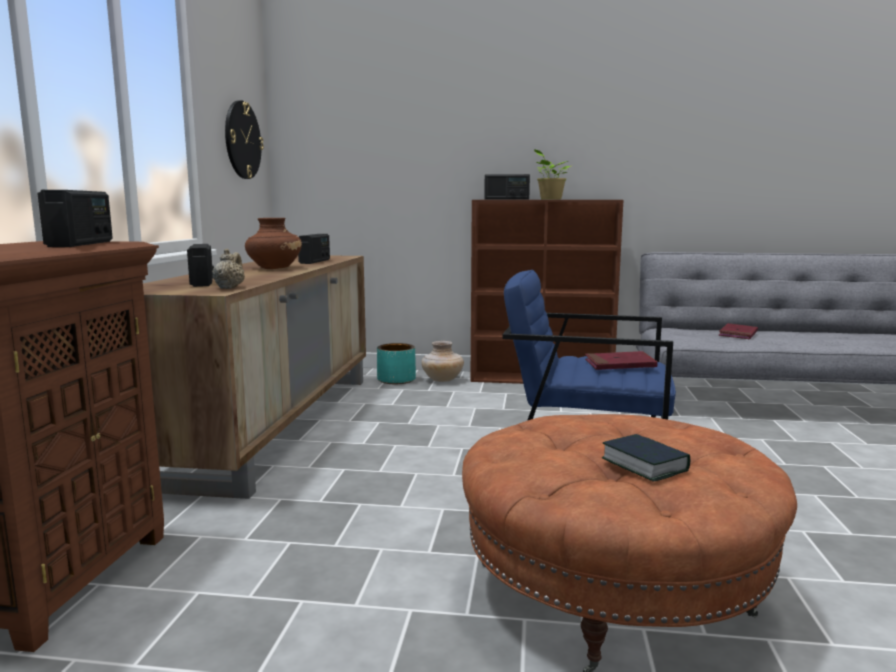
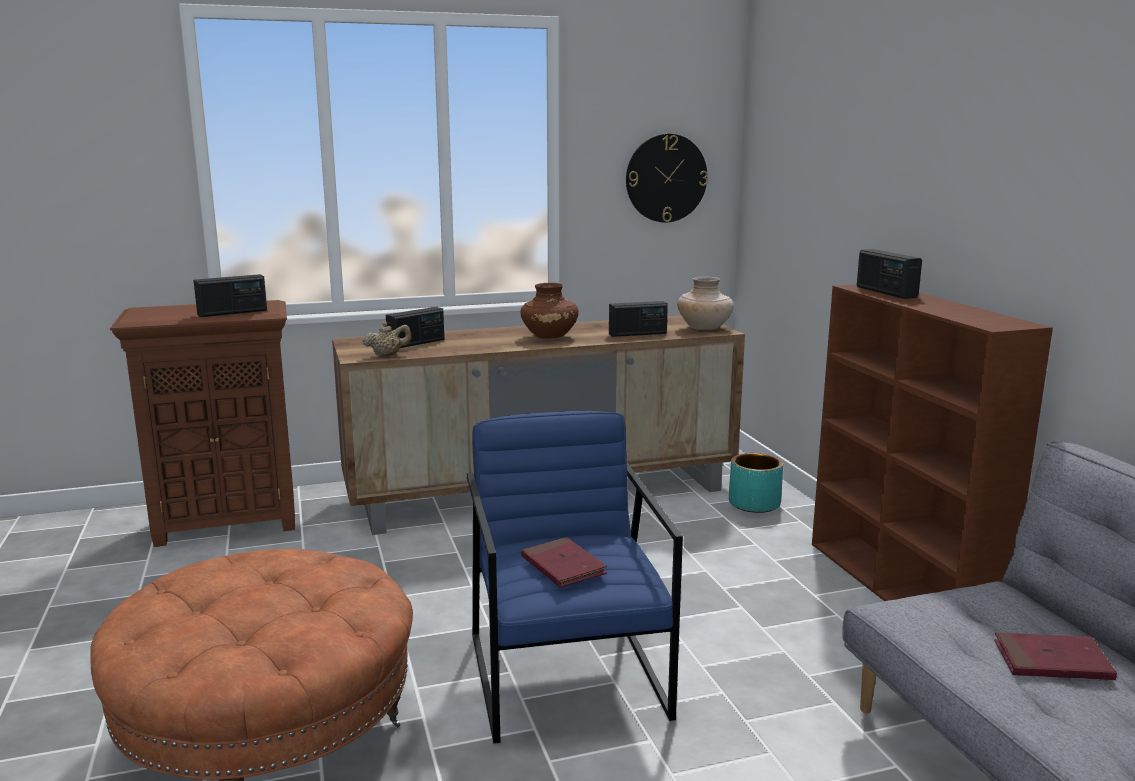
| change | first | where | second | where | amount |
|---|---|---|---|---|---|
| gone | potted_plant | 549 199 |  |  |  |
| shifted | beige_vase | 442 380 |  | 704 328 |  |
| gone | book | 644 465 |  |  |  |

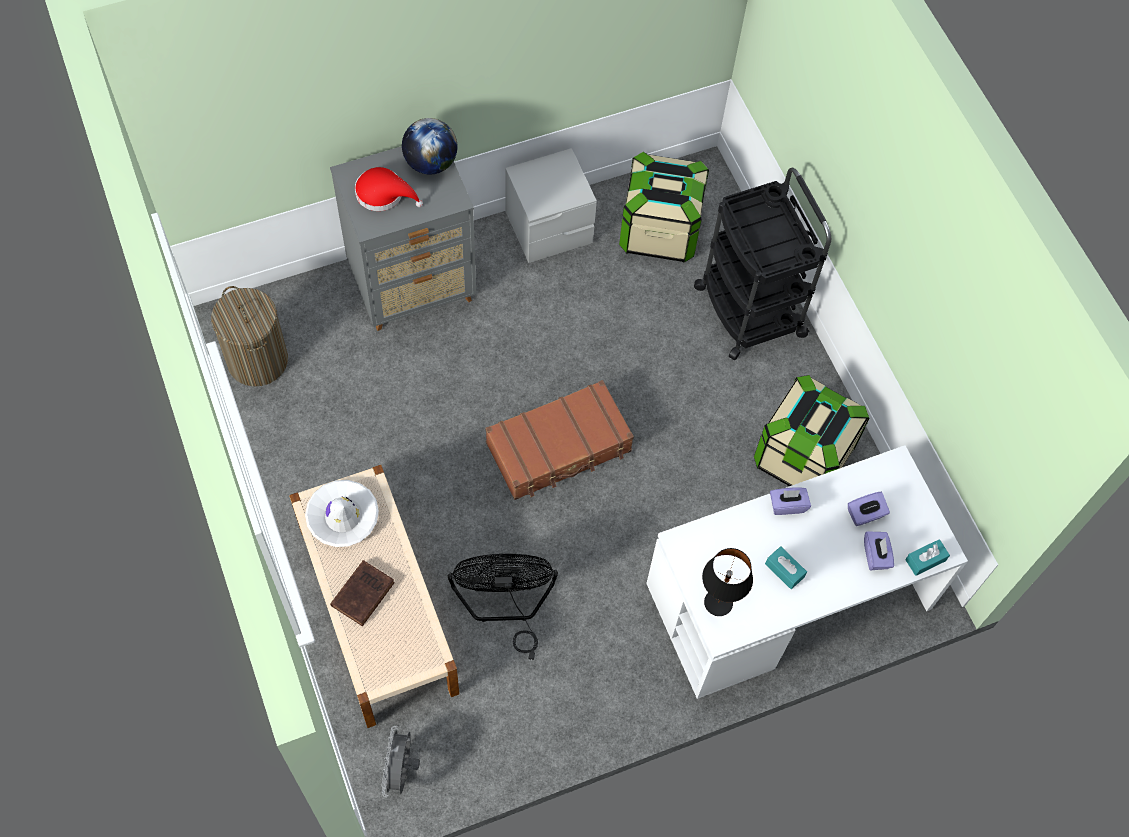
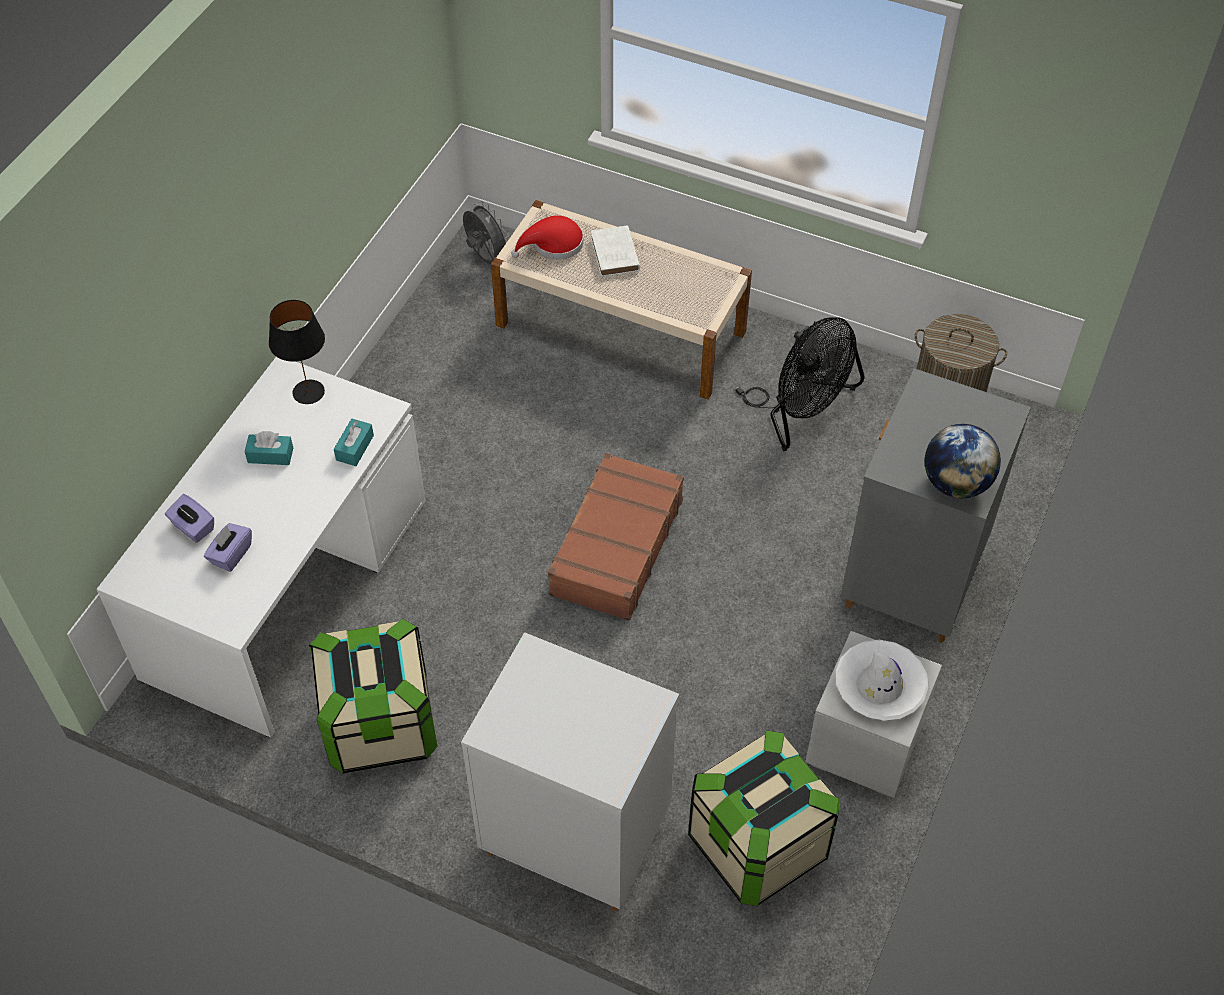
| change | first | where | second | where | amount |
|---|---|---|---|---|---|
| shifted | red_hat | 384 194 |  | 553 245 |  |
| swapped | black_cart | 748 310 | white_dresser | 574 834 |  |
| shifted | white_hat | 342 517 |  | 880 686 |  |
| gone | purple_tissue_box | 787 505 |  |  |  |
| shifted | turquoise_tissue_box | 925 560 |  | 355 448 |  |
| shifted | black_fan | 507 605 |  | 799 409 |  |
| repainted | brown_book | 364 593 | white_book | 615 255 |  |

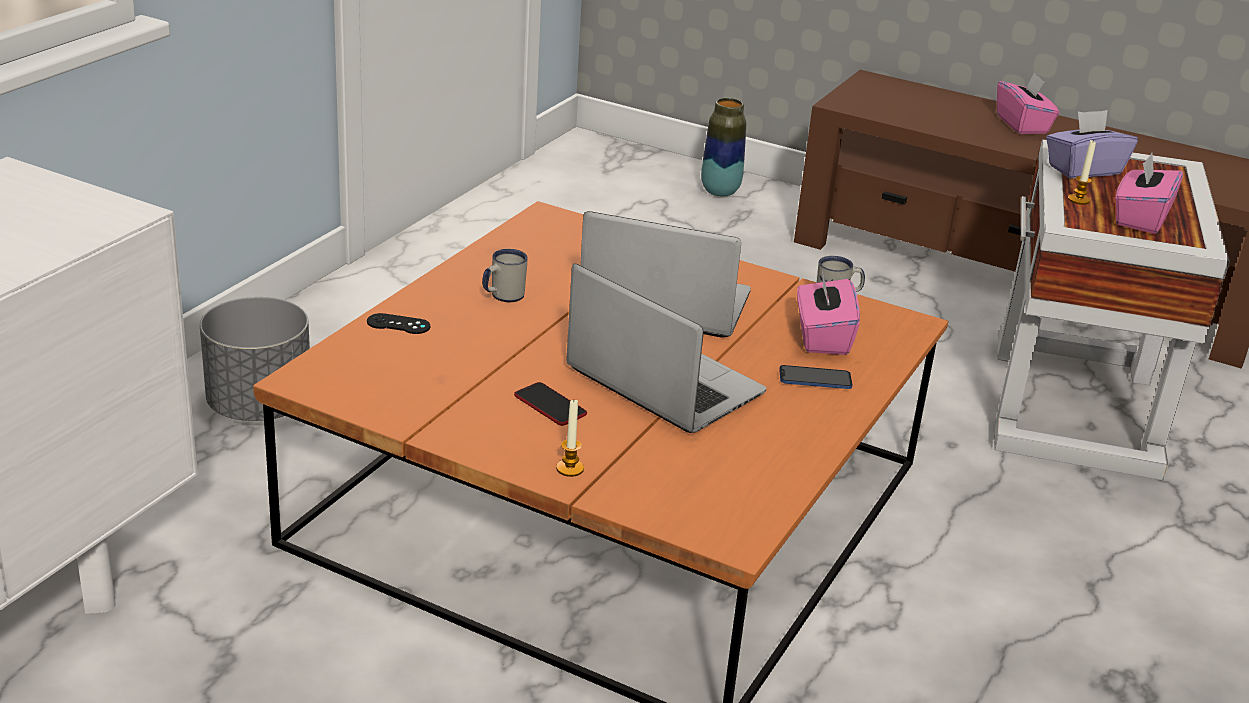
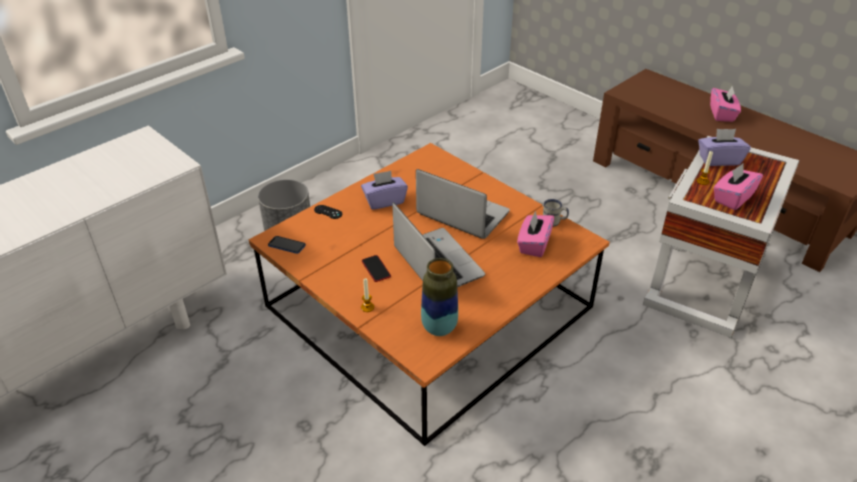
| change | first | where | second | where | amount |
|---|---|---|---|---|---|
| shifted | vase | 720 191 |  | 439 327 |  |
| swapped | white_mug | 502 297 | purple_tissue_box | 384 201 |  |
| shifted | phone | 815 379 |  | 287 245 |  |

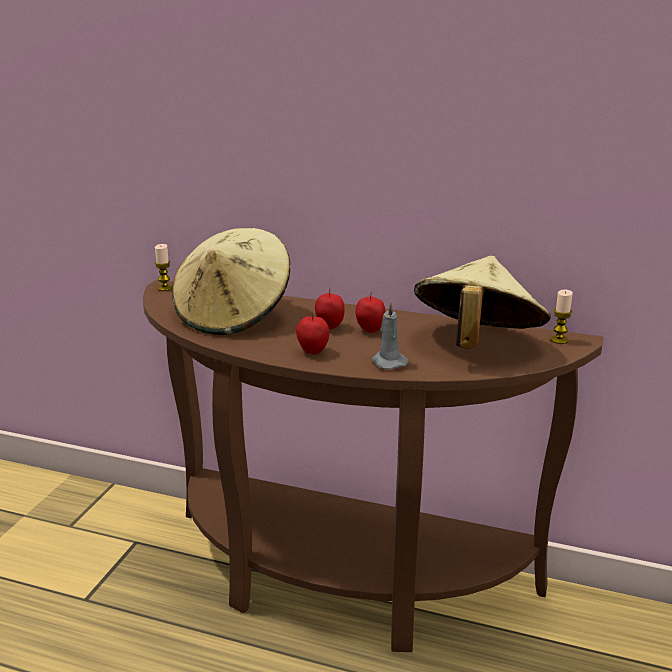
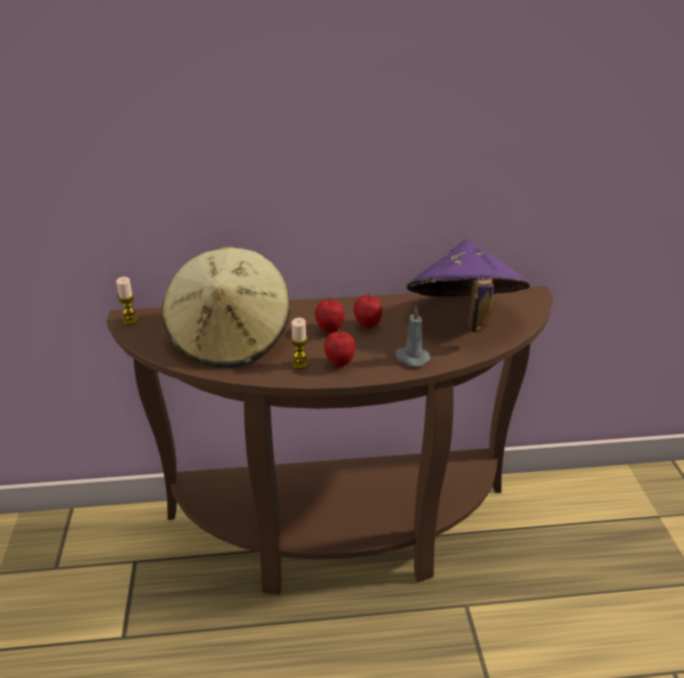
| change | first | where | second | where | amount |
|---|---|---|---|---|---|
| repainted | beige_hat | 476 344 | purple_hat | 463 319 |  |
| shifted | candle | 559 340 |  | 300 364 |  |

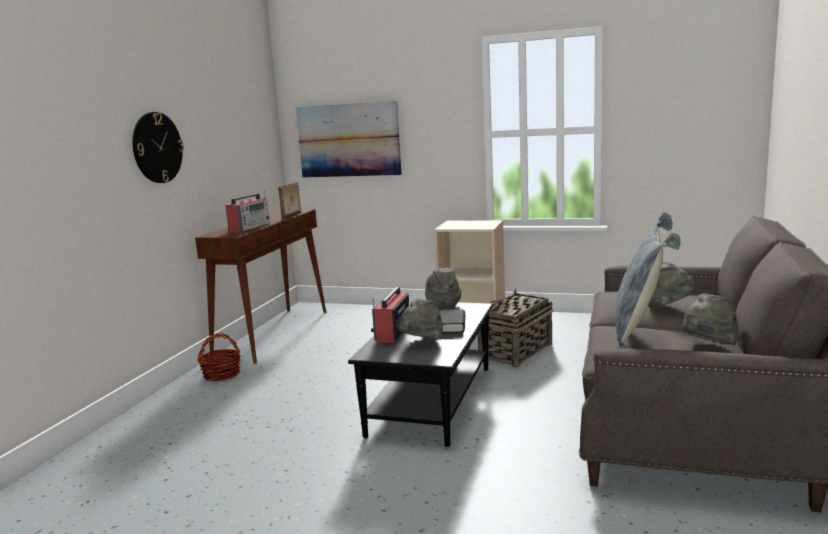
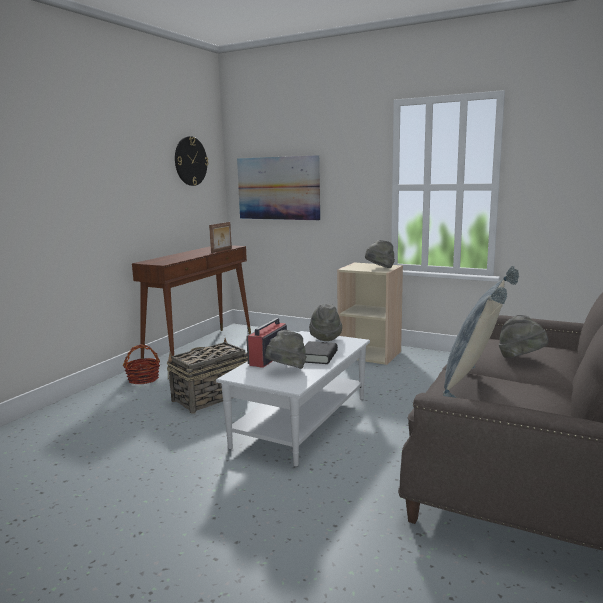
| change | first | where | second | where | amount |
|---|---|---|---|---|---|
| shifted | wall_clock | 157 147 |  | 190 161 |  |
| gone | radio | 250 227 |  |  |  |
| shifted | basket | 515 352 |  | 210 397 |  |
| shifted | grey_hat | 708 347 |  | 379 269 |  |
| repainted | black_coffee_table | 431 401 | white_coffee_table | 301 422 |  |

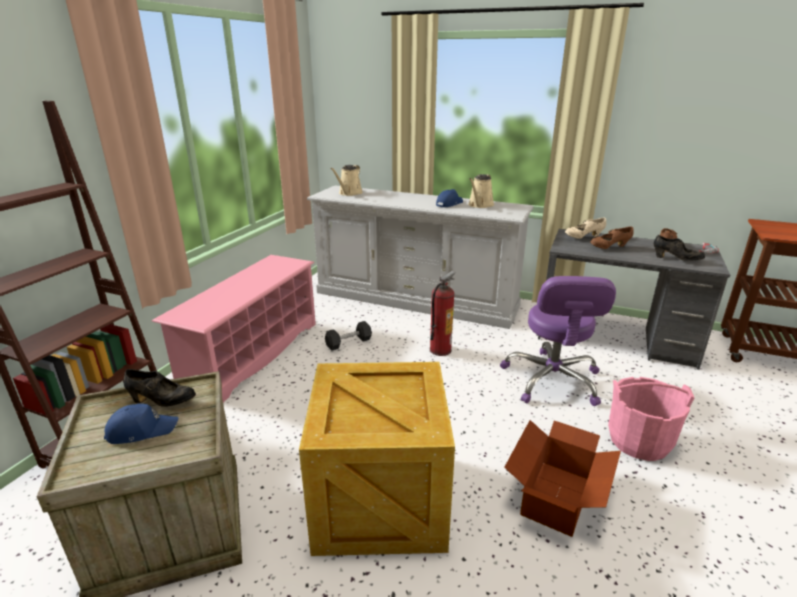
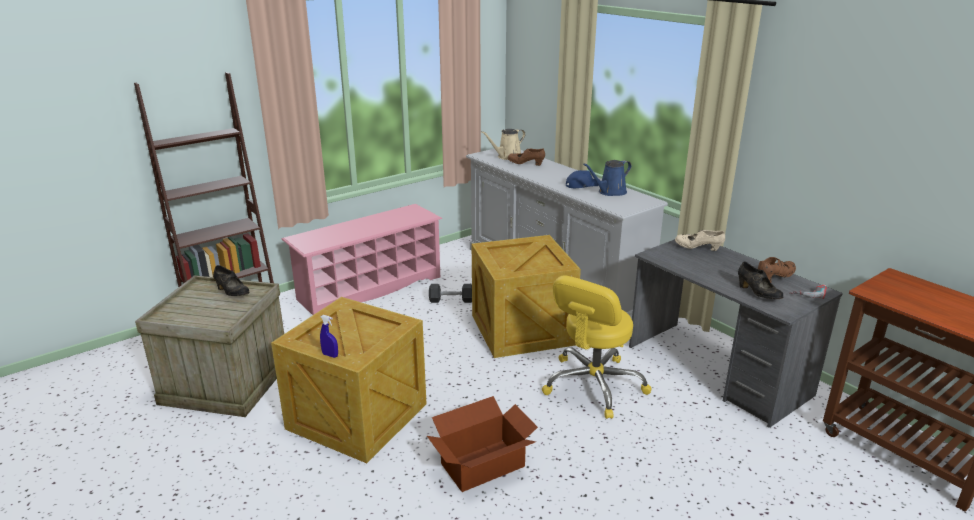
| change | first | where | second | where | amount |
|---|---|---|---|---|---|
| repainted | beige_watering_can | 480 205 | blue_watering_can | 610 192 |  |
| shifted | brown_shoe | 609 247 |  | 526 164 |  |
| swapped | fire_extinguisher | 440 350 | crate | 522 329 |  |
| repainted | purple_office_chair | 552 383 | yellow_office_chair | 592 388 |  |
| gone | pink_bucket | 639 441 |  |  |  |
| gone | blue_cap | 141 430 |  |  |  |
| new |  |  | blue_spray_bottle | 330 355 |  |

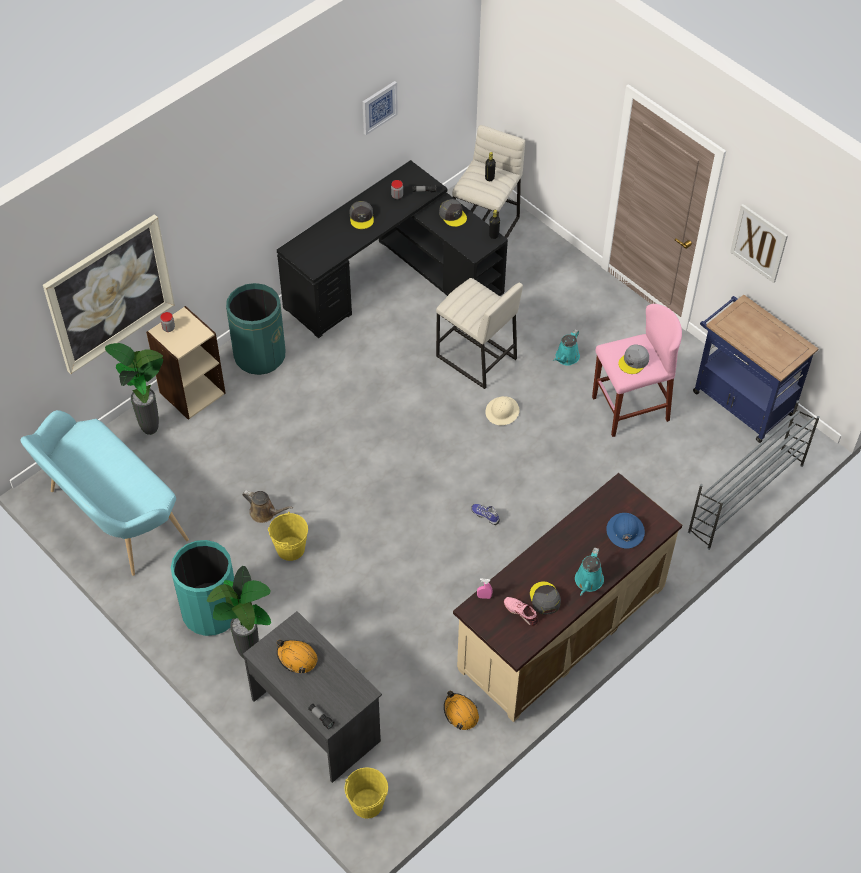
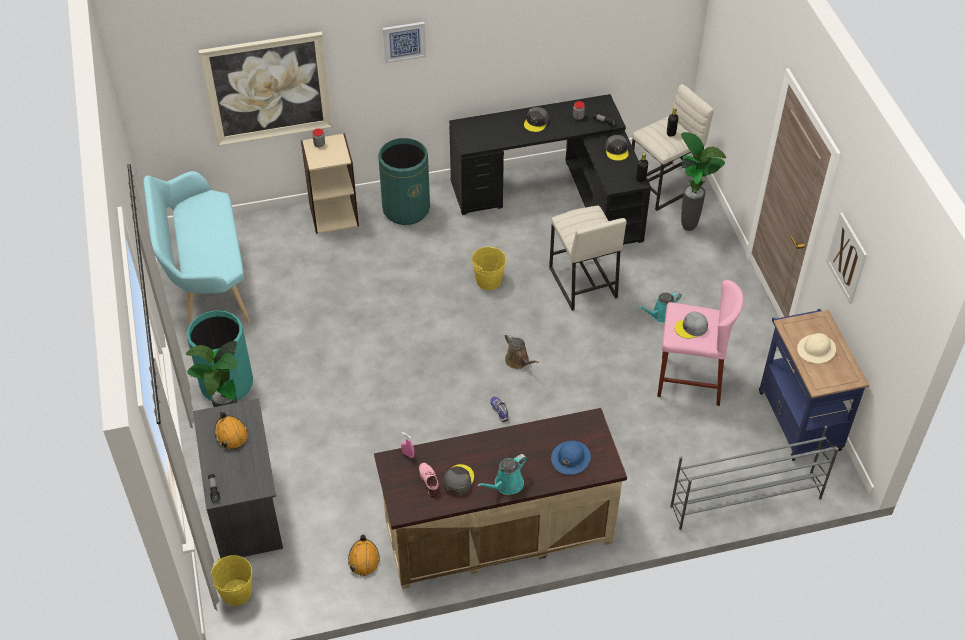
| change | first | where | second | where | amount |
|---|---|---|---|---|---|
| shifted | picture | 379 107 |  | 404 41 |  |
| shifted | potted_plant | 149 429 |  | 688 226 |  |
| shifted | beige_hard_hat | 502 411 |  | 816 350 |  |
| shifted | brown_watering_can | 265 513 |  | 518 361 |  |
| shifted | yellow_bucket | 290 548 |  | 488 281 |  |

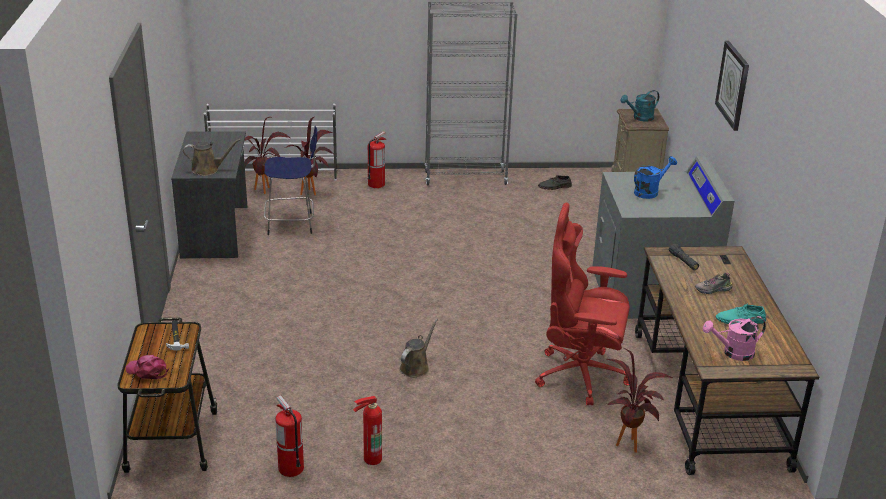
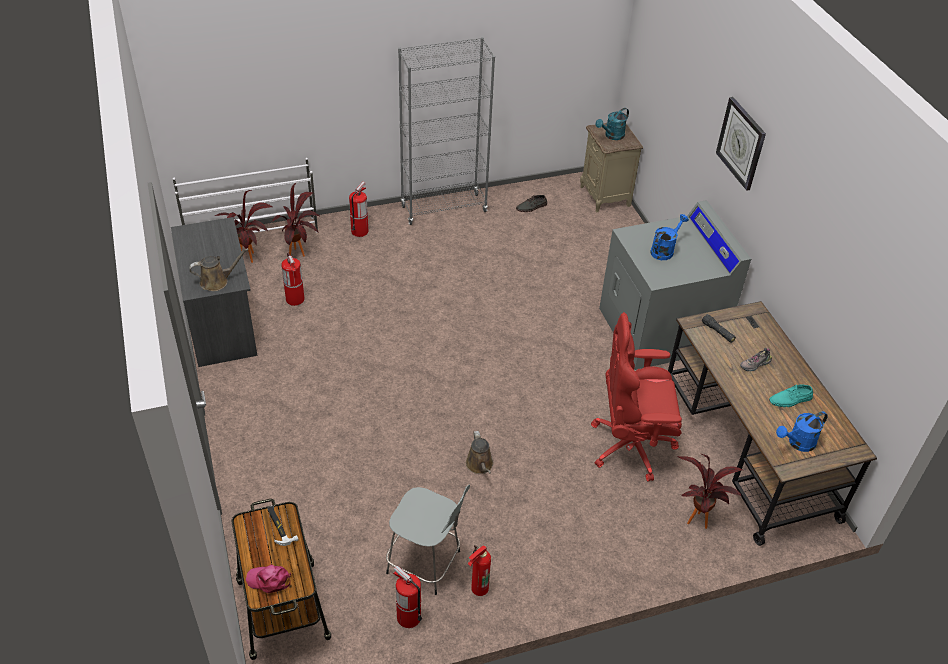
| change | first | where | second | where | amount |
|---|---|---|---|---|---|
| swapped | blue_stool | 292 223 | fire_extinguisher | 295 299 |  |
| repainted | pink_watering_can | 733 353 | blue_watering_can | 797 443 |  |
| rotated | brown_watering_can | 416 367 |  | 480 465 | 150 degrees clockwise |
| new |  |  | grey_stool | 426 563 |  |

